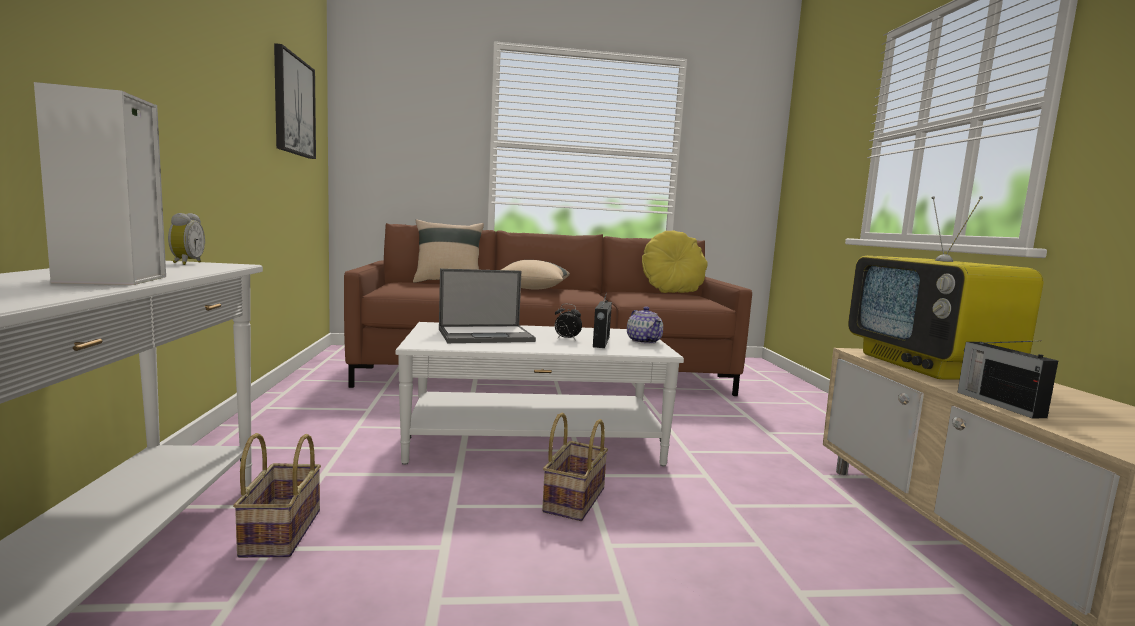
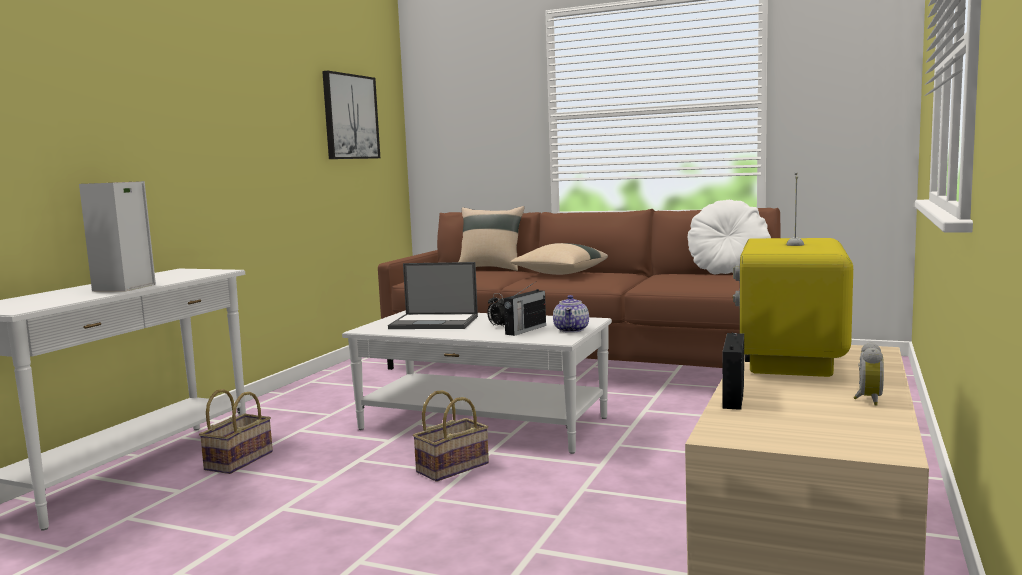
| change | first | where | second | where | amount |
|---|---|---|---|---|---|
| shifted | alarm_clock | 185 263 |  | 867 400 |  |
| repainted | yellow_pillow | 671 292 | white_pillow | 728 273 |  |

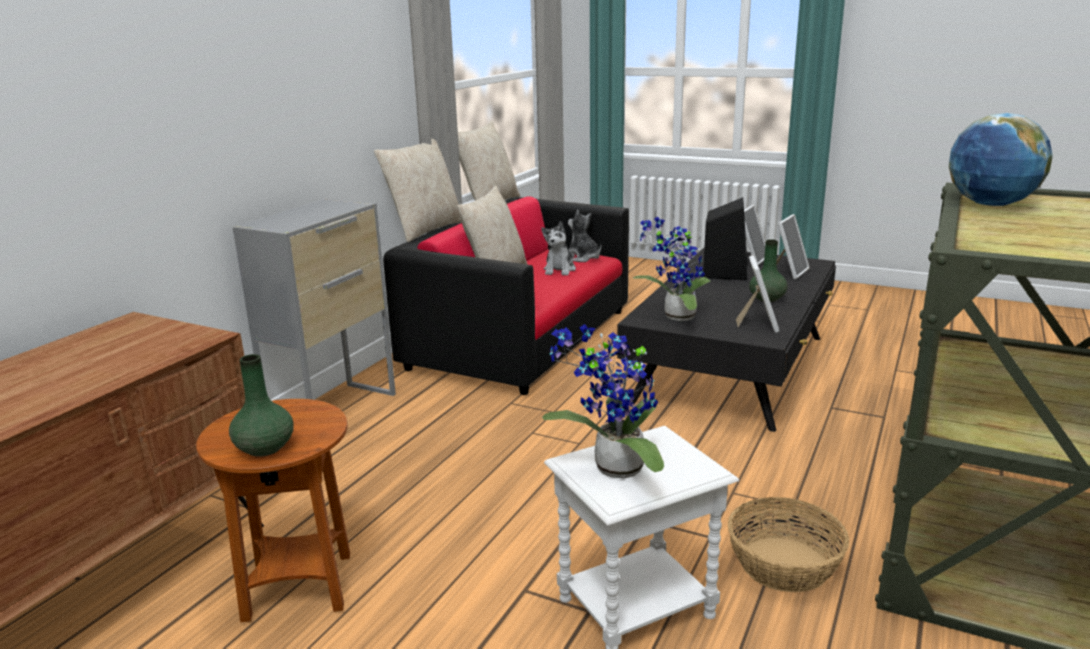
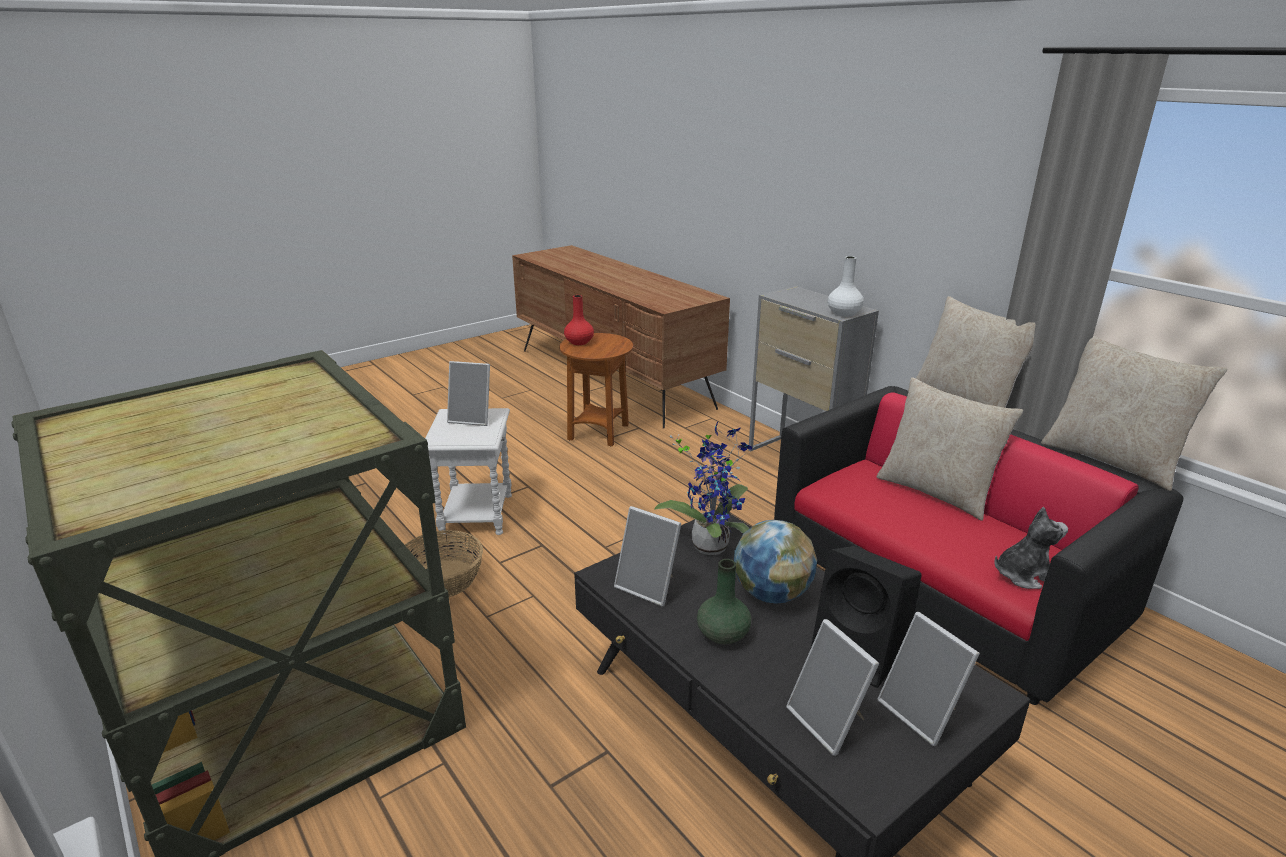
| change | first | where | second | where | amount |
|---|---|---|---|---|---|
| shifted | globe | 991 205 |  | 771 594 |  |
| gone | plush_toy | 559 270 |  |  |  |
| swapped | potted_plant | 613 469 | picture_frame | 472 418 |  |
| repainted | green_vase | 264 448 | red_vase | 579 342 |  |
| new |  |  | white_vase | 844 313 |  |

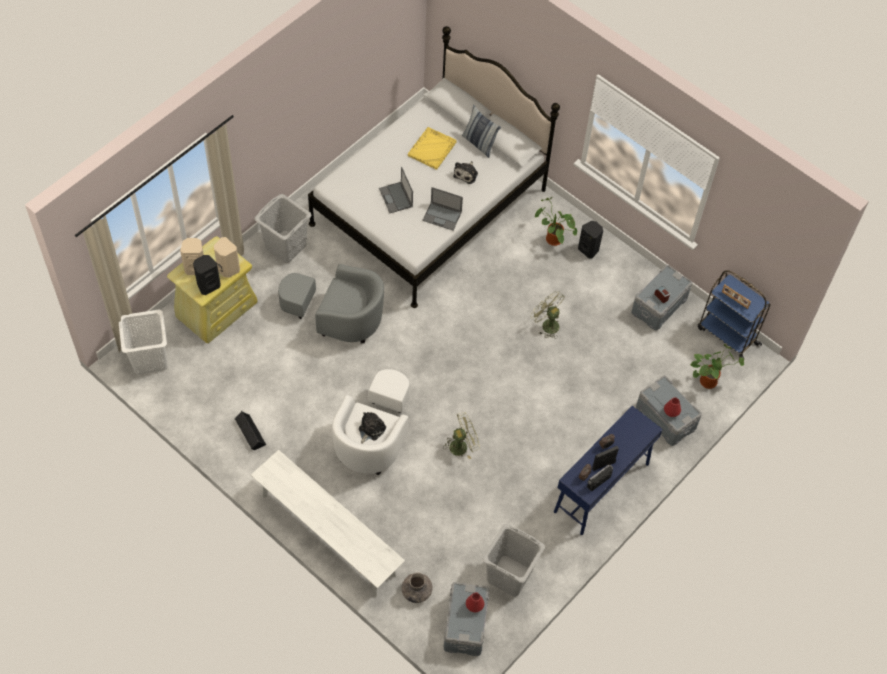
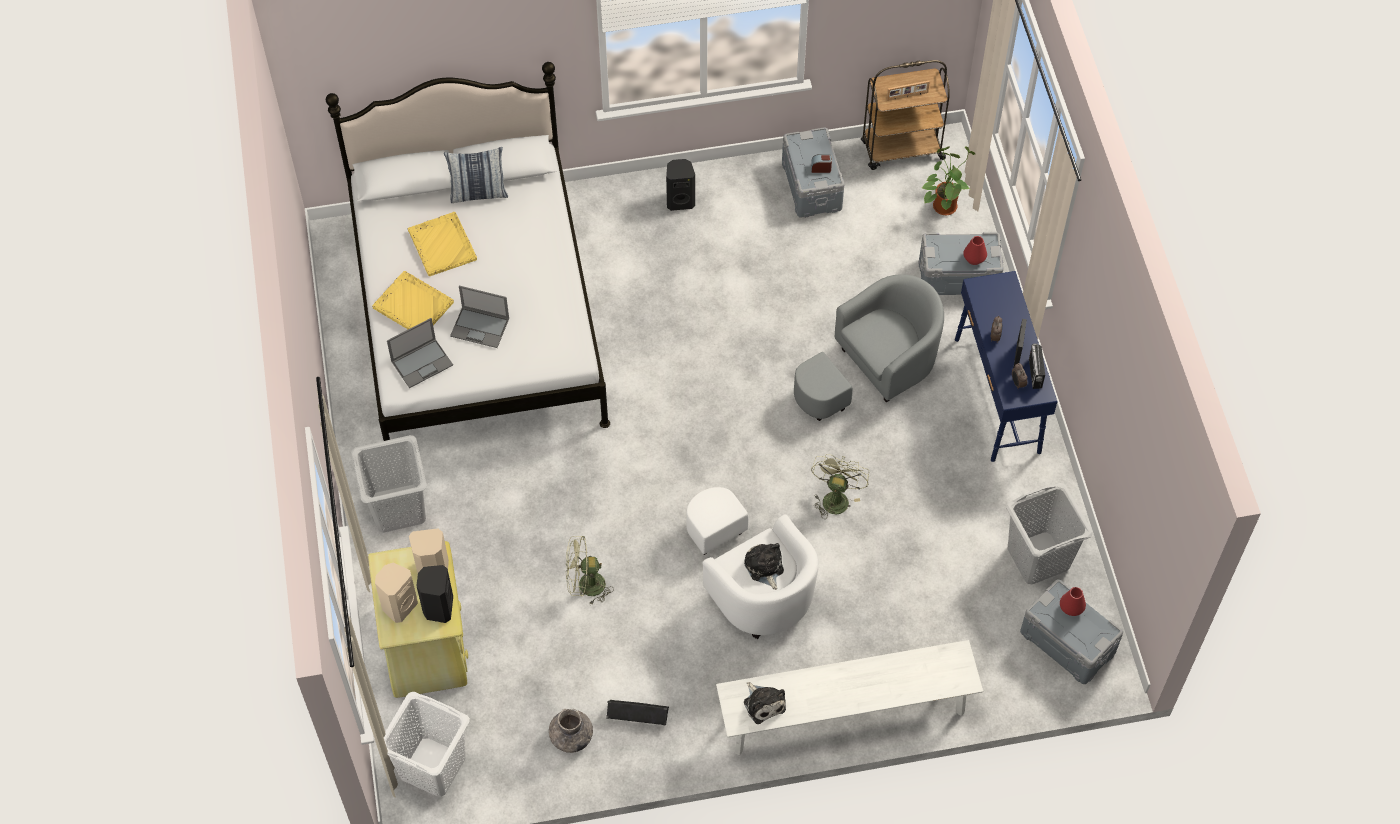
| change | first | where | second | where | amount |
|---|---|---|---|---|---|
| shifted | plush_toy | 466 174 |  | 763 703 |  |
| shifted | laptop | 442 216 |  | 422 363 |  |
| gone | potted_plant | 551 239 |  |  |  |
| shifted | grey_armchair | 338 317 |  | 872 371 |  |
| repainted | blue_cart | 727 335 | brown_cart | 901 150 |  |
| shifted | green_fan | 547 324 |  | 585 586 |  |
| shifted | grey_vase | 416 591 |  | 571 736 |  |
| new |  |  | yellow_tray | 412 305 |  |

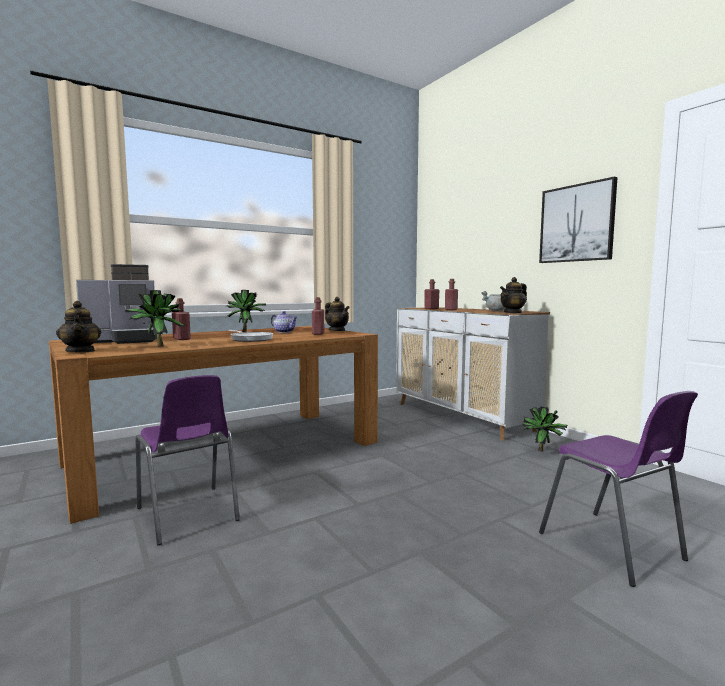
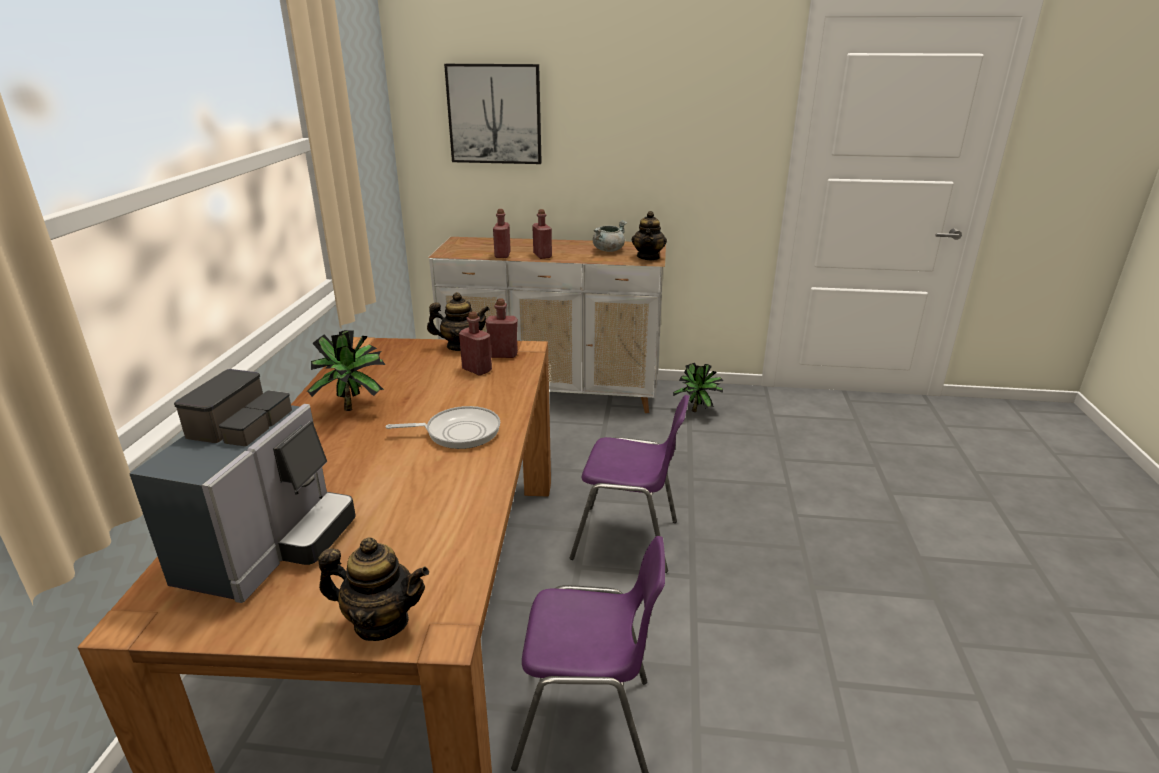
| change | first | where | second | where | amount |
|---|---|---|---|---|---|
| shifted | picture | 576 223 |  | 494 114 |  |
| gone | potted_plant | 156 346 |  |  |  |
| shifted | red_bottle | 181 339 |  | 503 355 |  |
| gone | teapot | 285 332 |  |  |  |
| shifted | purple_chair | 613 548 |  | 628 540 |  |

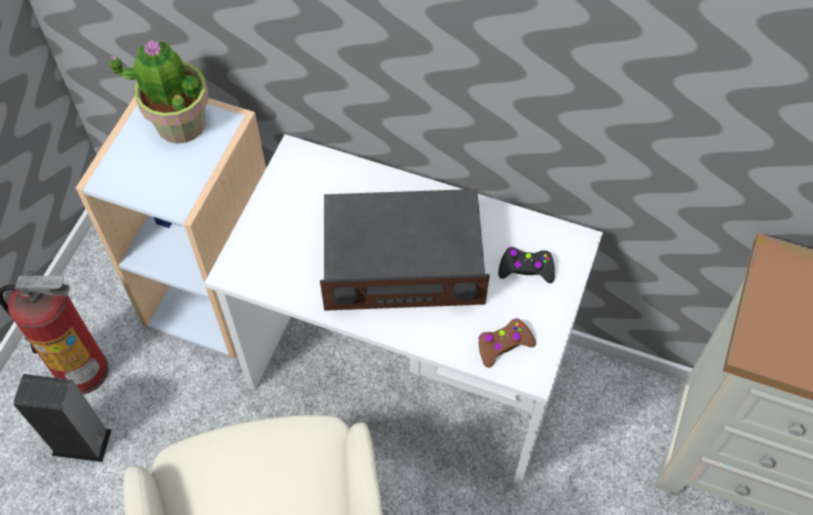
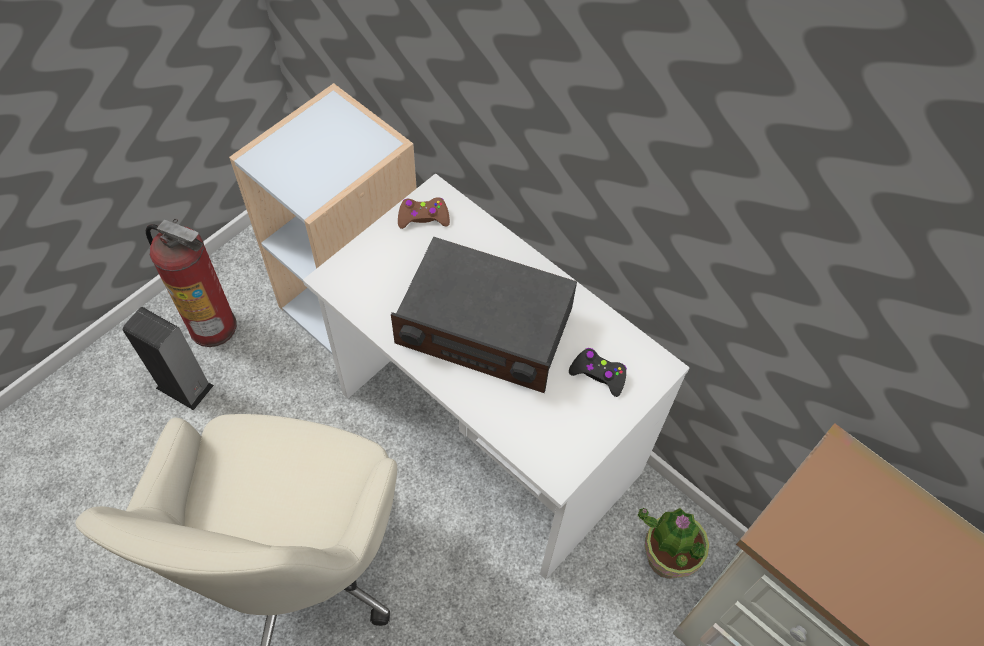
| change | first | where | second | where | amount |
|---|---|---|---|---|---|
| shifted | potted_plant | 180 123 |  | 667 556 |  |
| shifted | brown_game_controller | 503 345 |  | 423 217 |  |

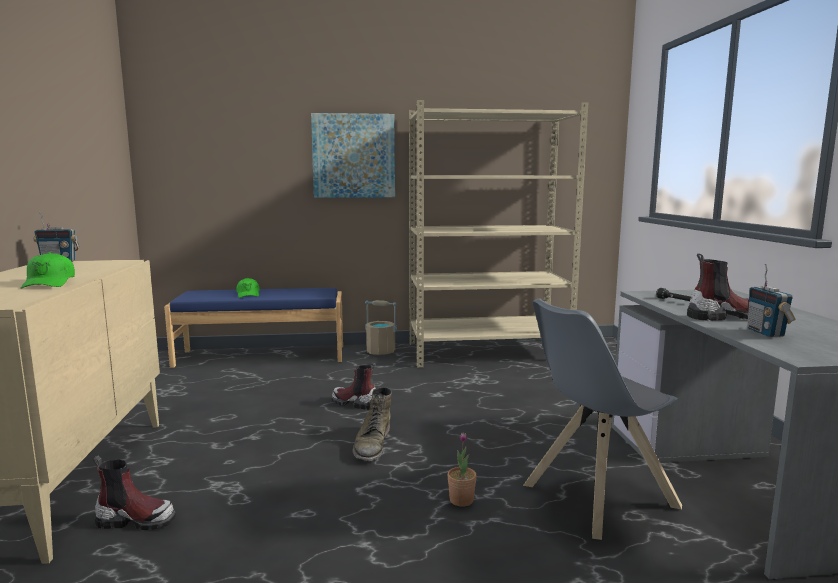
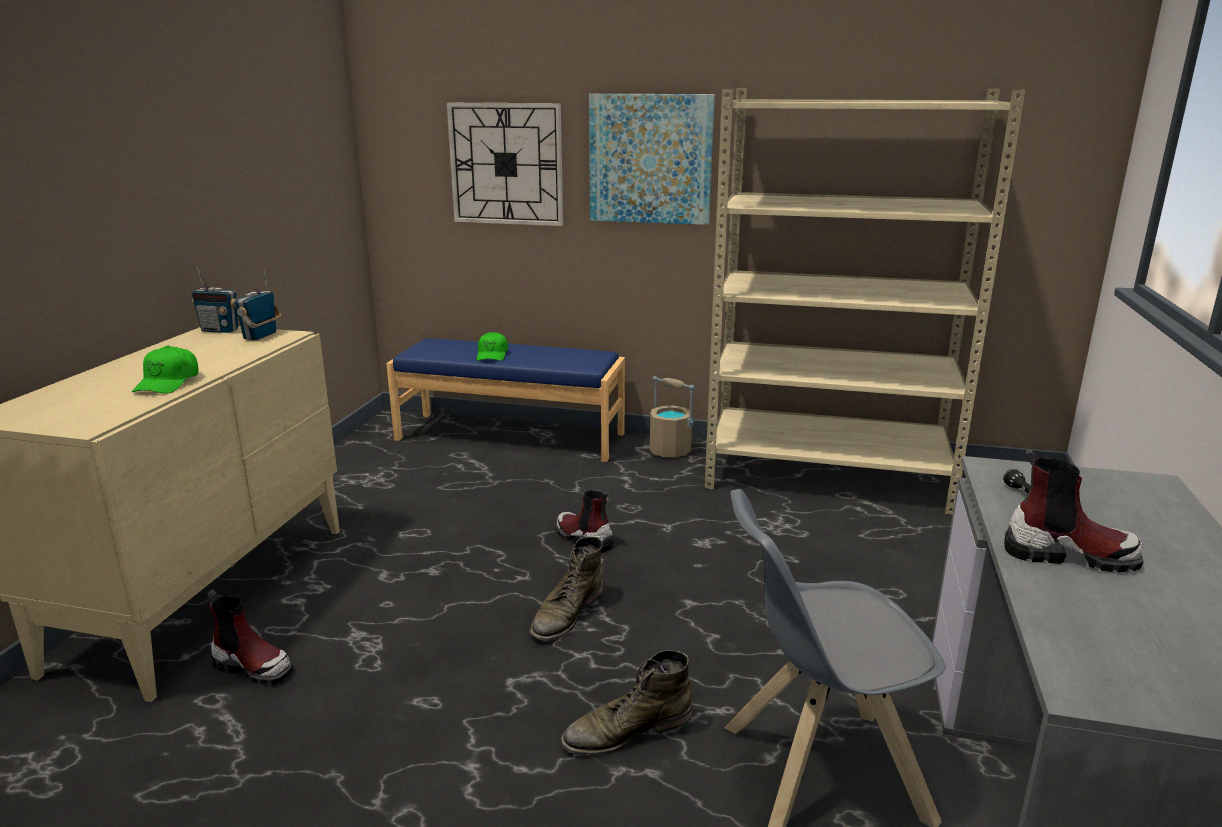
| change | first | where | second | where | amount |
|---|---|---|---|---|---|
| shifted | radio | 766 333 |  | 261 336 |  |
| swapped | potted_plant | 461 500 | green_boot | 627 730 |  |
| new |  |  | wall_clock | 506 164 |  |

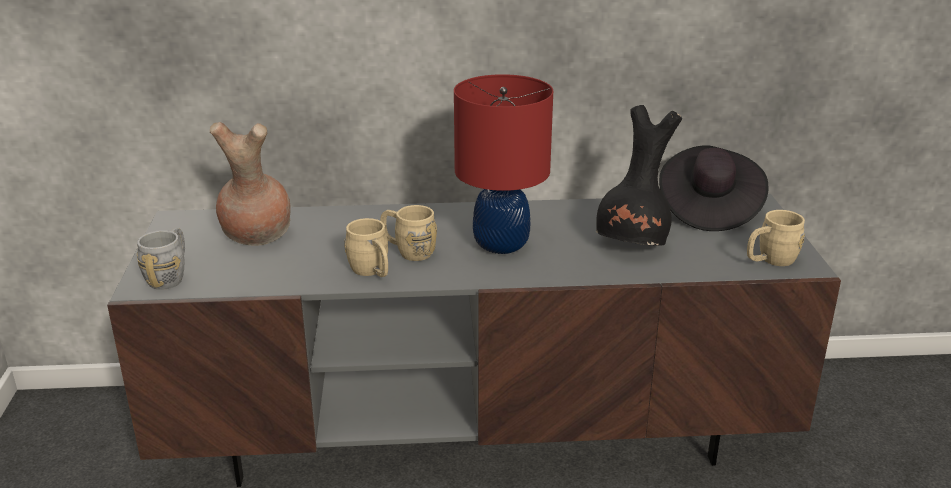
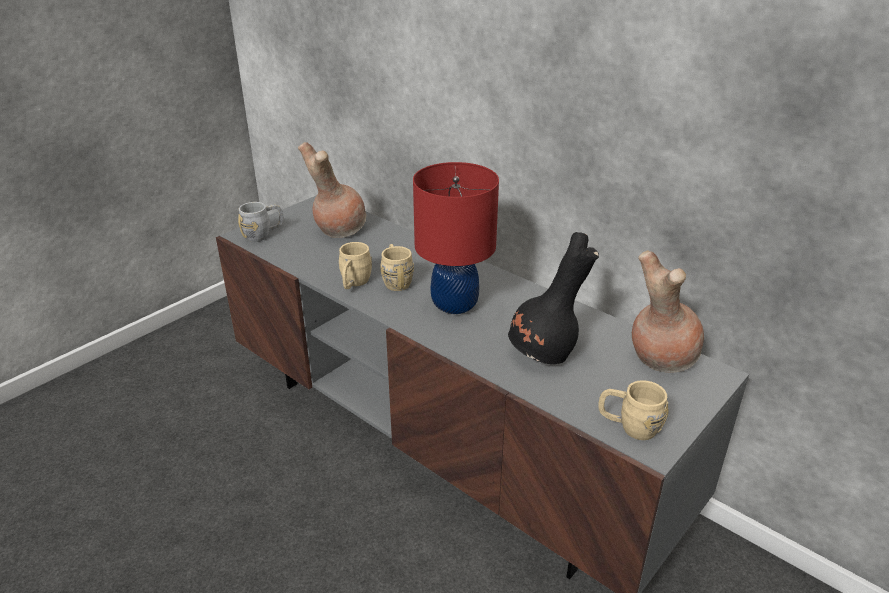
| change | first | where | second | where | amount |
|---|---|---|---|---|---|
| swapped | black_hat | 708 210 | brown_vase | 659 358 |  |

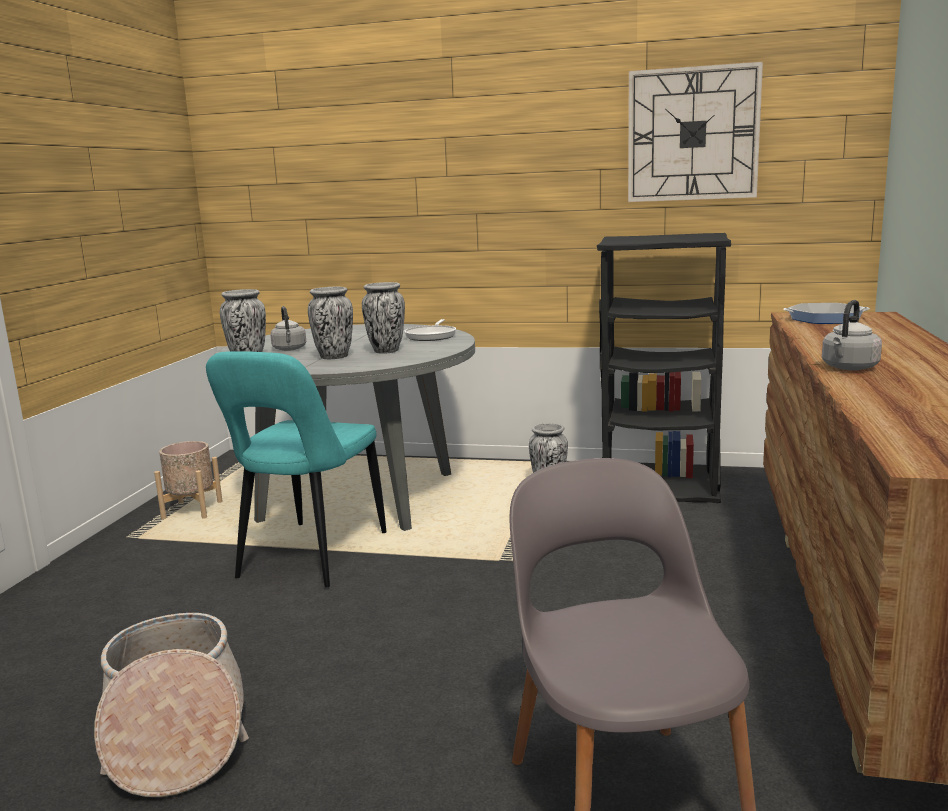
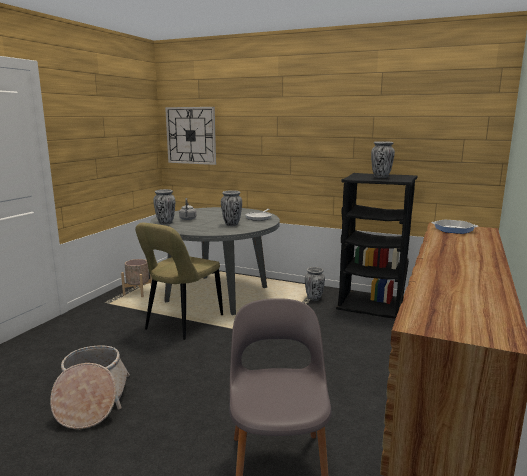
| change | first | where | second | where | amount |
|---|---|---|---|---|---|
| shifted | wall_clock | 692 134 |  | 191 135 |  |
| shifted | vase | 334 357 |  | 381 177 |  |
| gone | grey_kettle | 848 368 |  |  |  |
| repainted | turquoise_chair | 309 558 | beige_chair | 182 323 |  |

